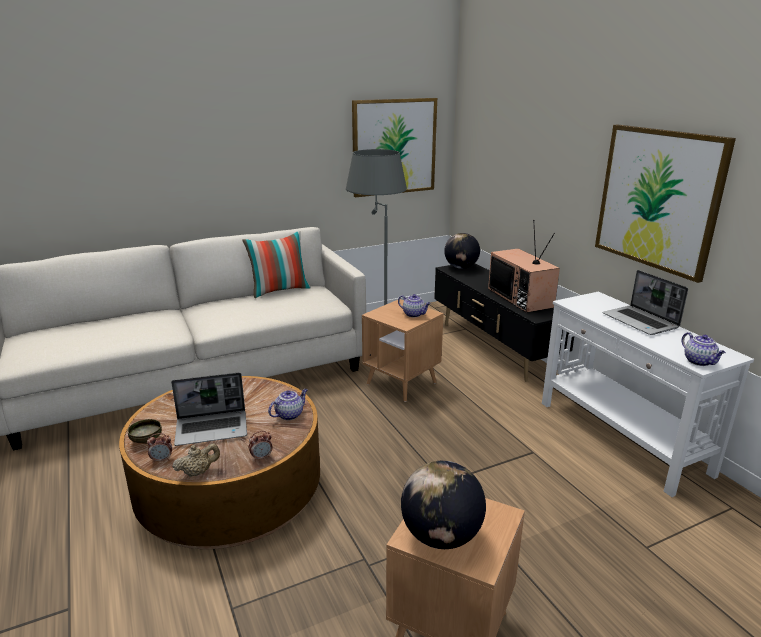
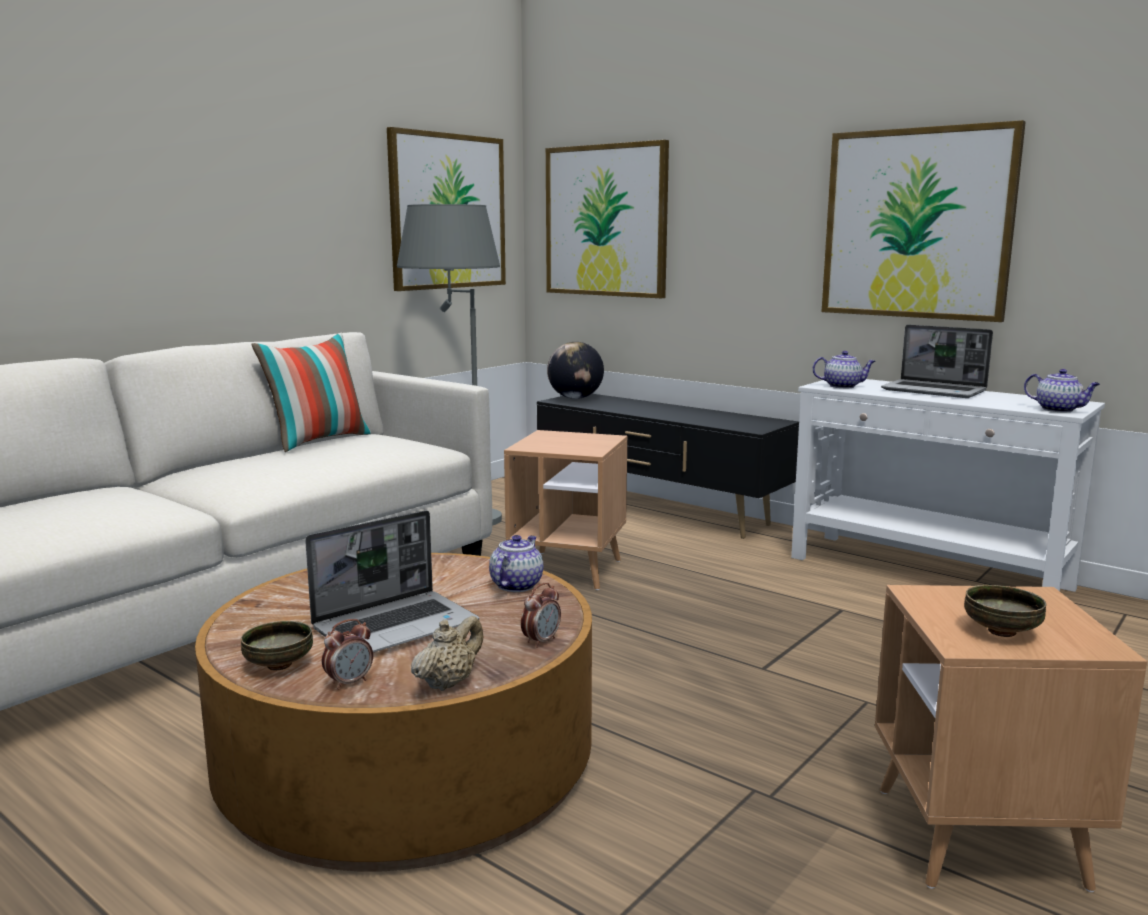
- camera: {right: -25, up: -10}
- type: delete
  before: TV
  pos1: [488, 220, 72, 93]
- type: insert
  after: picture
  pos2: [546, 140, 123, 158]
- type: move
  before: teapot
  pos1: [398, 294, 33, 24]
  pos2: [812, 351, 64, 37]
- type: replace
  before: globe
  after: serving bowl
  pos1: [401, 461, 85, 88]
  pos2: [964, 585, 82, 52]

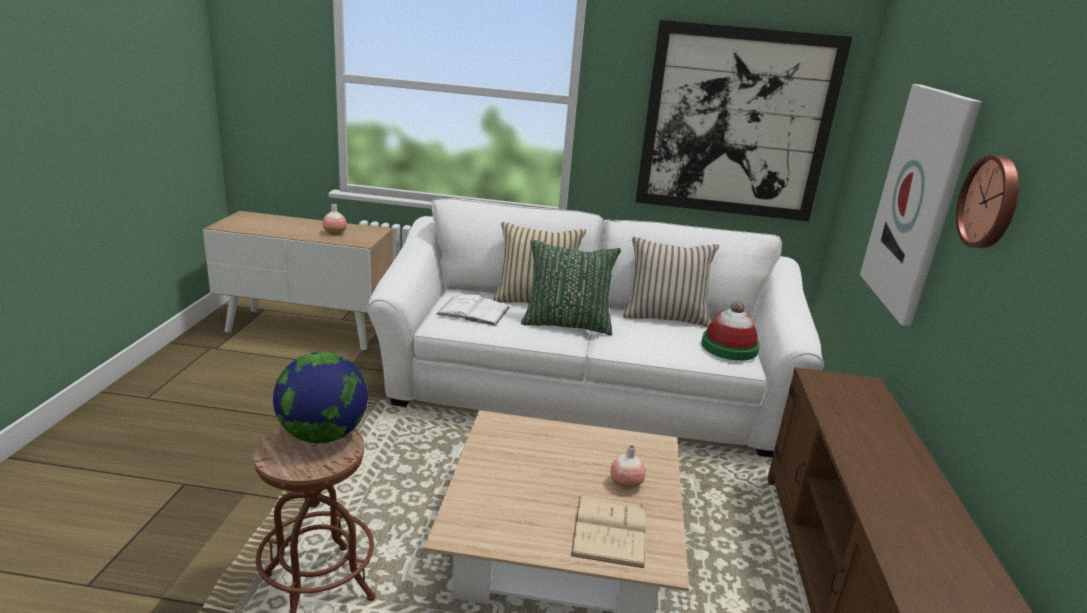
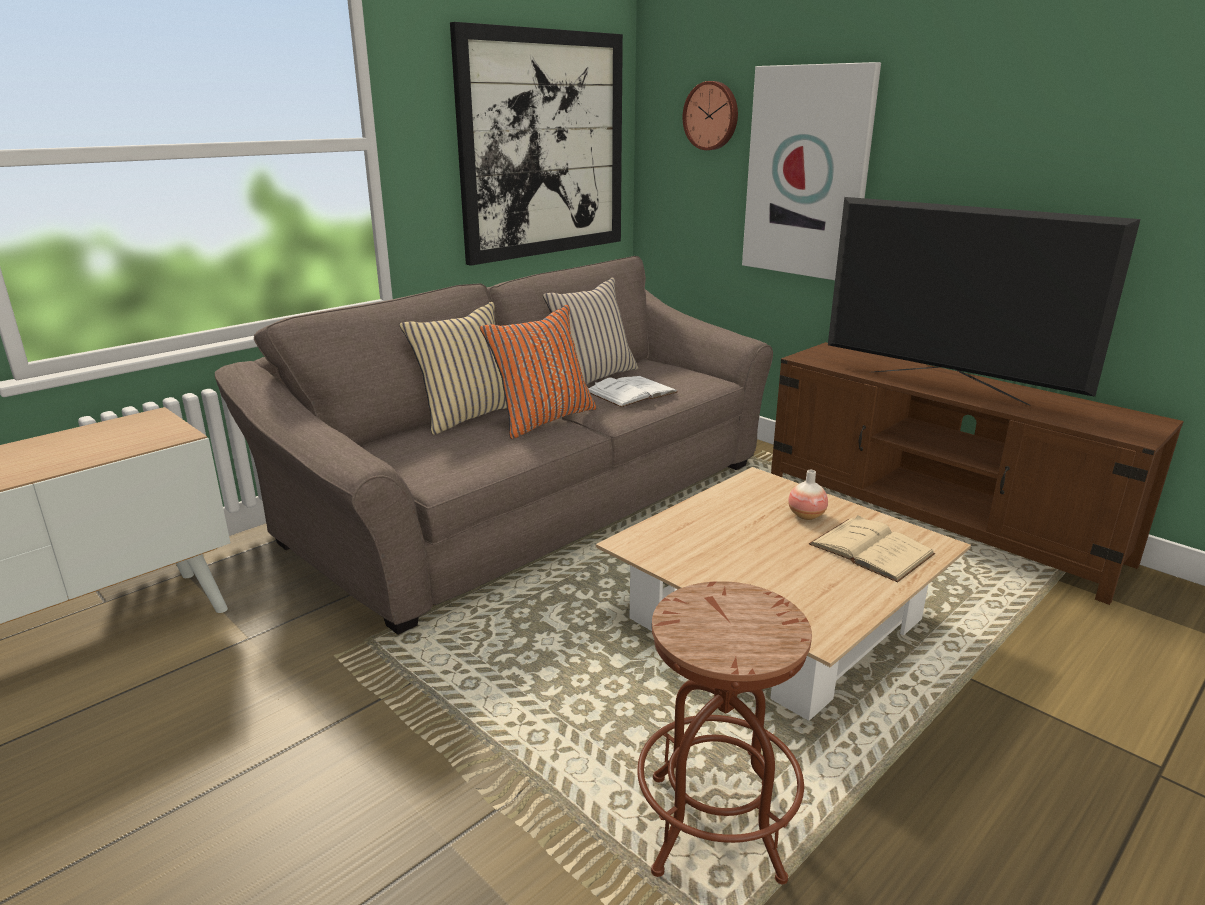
- camera: {right: -50, up: 0}
- type: delete
  before: globe
  pos1: [273, 352, 95, 91]
- type: delete
  before: flower vase
  pos1: [323, 204, 24, 31]
- type: delete
  before: clothing hat
  pos1: [701, 301, 59, 60]
- type: insert
  after: TV
  pos2: [828, 197, 313, 209]
- type: move
  before: white volume
  pos1: [436, 293, 74, 33]
  pos2: [588, 376, 90, 31]
- type: move
  before: wall clock
  pos1: [956, 155, 63, 93]
  pos2: [682, 81, 56, 69]
- type: recolor
  before: white sofa
  after: brown-coloured sofa
  pos1: [367, 198, 457, 259]
  pos2: [215, 256, 558, 379]
- type: recolor
  before: greenish throw pillow
  after: orange throw pillow
  pos1: [521, 240, 100, 95]
  pos2: [480, 305, 117, 134]

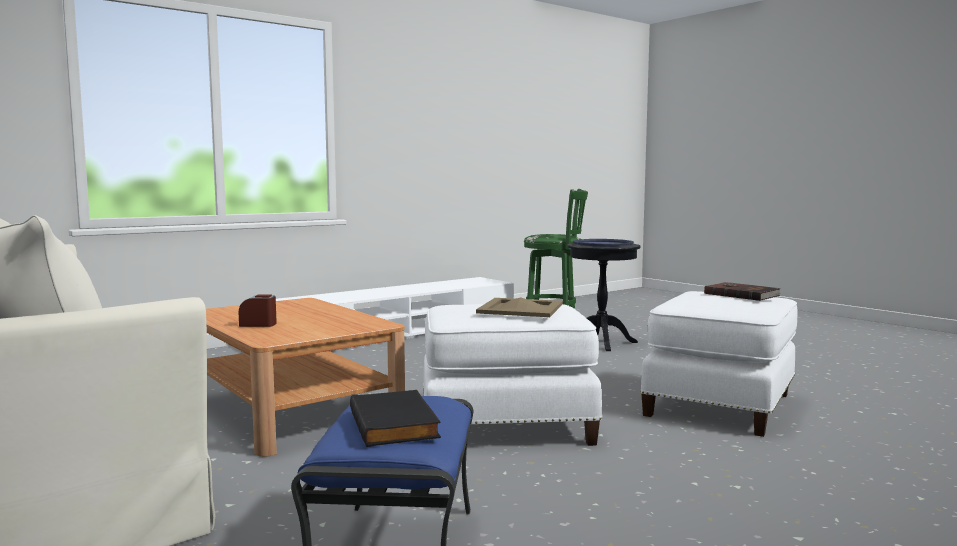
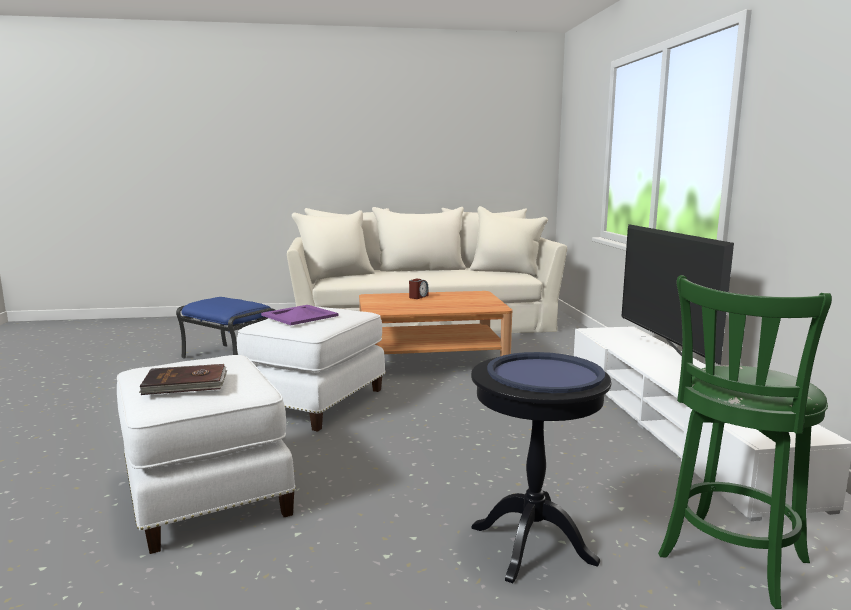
- camera: {right: 120, up: 5}
- type: delete
  before: blackish volume
  pos1: [350, 390, 91, 57]
- type: insert
  after: TV
  pos2: [622, 224, 112, 141]
- type: recolor
  before: sand-coloured tray
  after: purplish tray
  pos1: [476, 298, 87, 19]
  pos2: [261, 305, 77, 20]

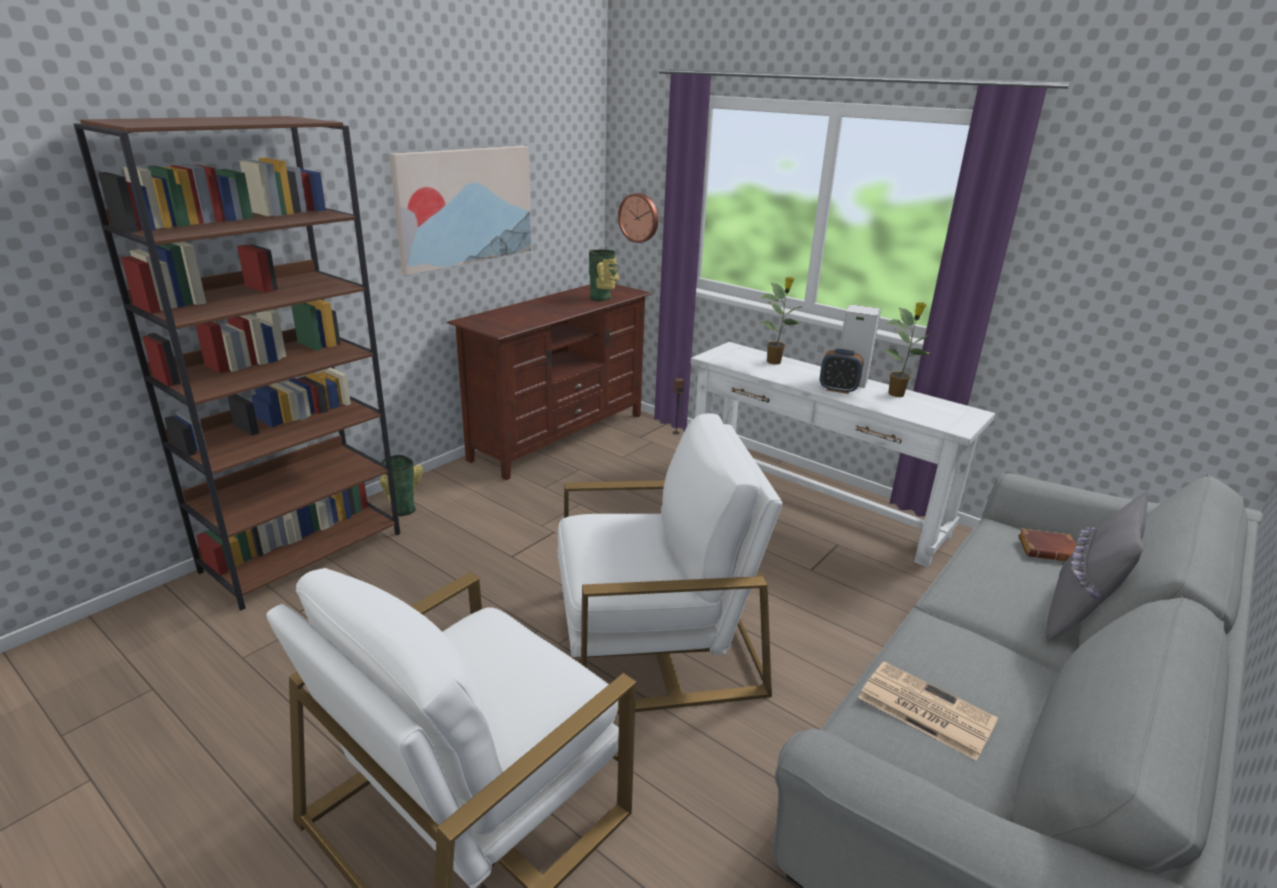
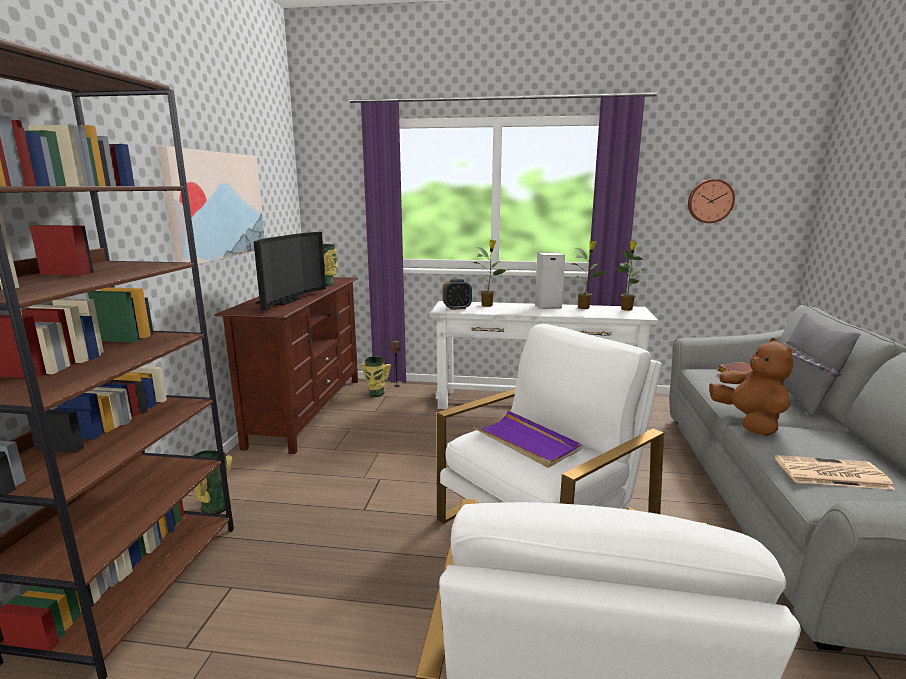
- camera: {right: -30, up: -10}
- type: insert
  after: TV
  pos2: [254, 232, 72, 79]
- type: insert
  after: flower vase
  pos2: [361, 357, 30, 40]
- type: insert
  after: purplish tray
  pos2: [472, 411, 110, 57]
- type: insert
  after: potted plant
  pos2: [616, 241, 29, 70]
- type: insert
  after: brown-coloured soft toy
  pos2: [709, 338, 84, 98]
- type: move
  before: wall clock
  pos1: [618, 193, 40, 50]
  pos2: [688, 179, 47, 44]
- type: move
  before: bedside clock
  pos1: [820, 349, 44, 45]
  pos2: [442, 279, 30, 31]

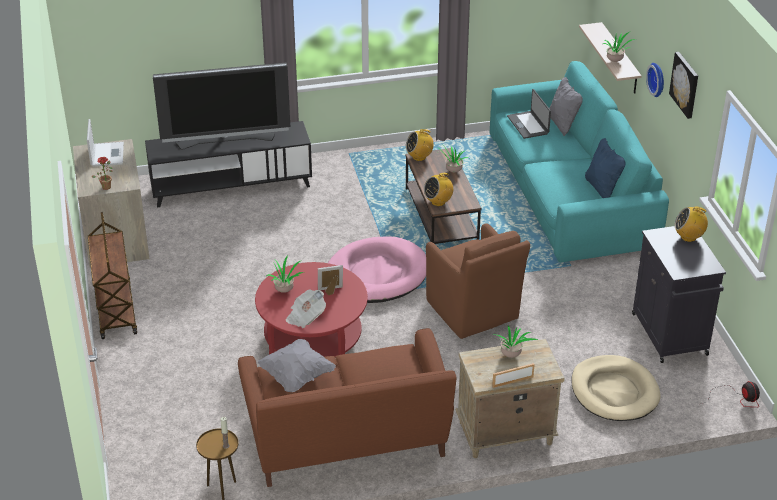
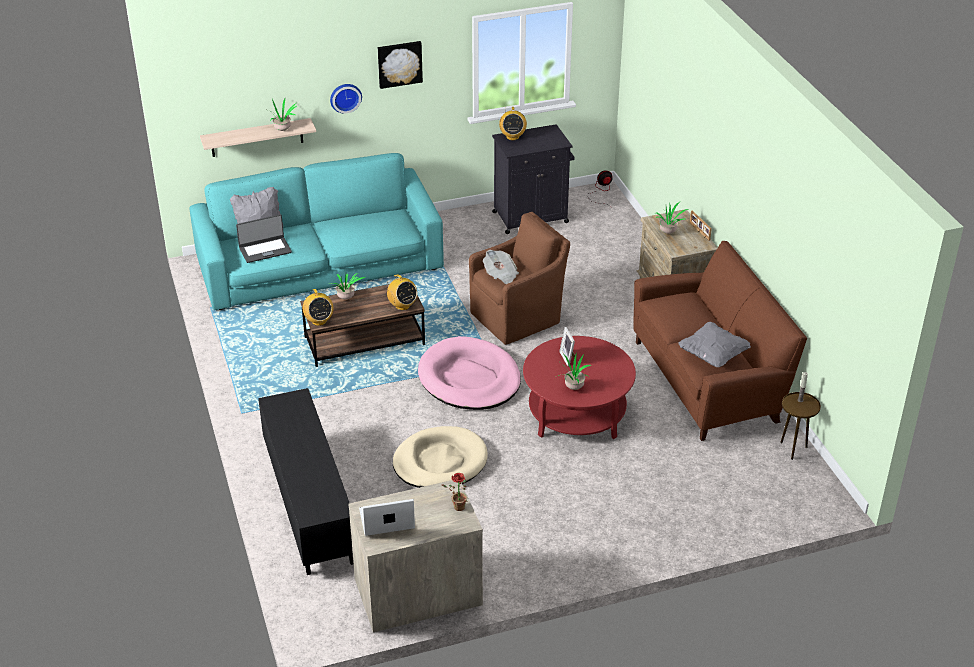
- camera: {right: -95, up: 0}
- type: delete
  before: brown-coloured cart
  pos1: [88, 212, 49, 127]
- type: delete
  before: TV
  pos1: [153, 63, 137, 87]
- type: delete
  before: blue-coloured throw pillow
  pos1: [585, 138, 41, 60]
- type: move
  before: newspaper
  pos1: [286, 289, 40, 39]
  pos2: [483, 250, 36, 34]
- type: move
  before: sand-coloured pet bed
  pos1: [571, 355, 89, 66]
  pos2: [393, 426, 95, 62]

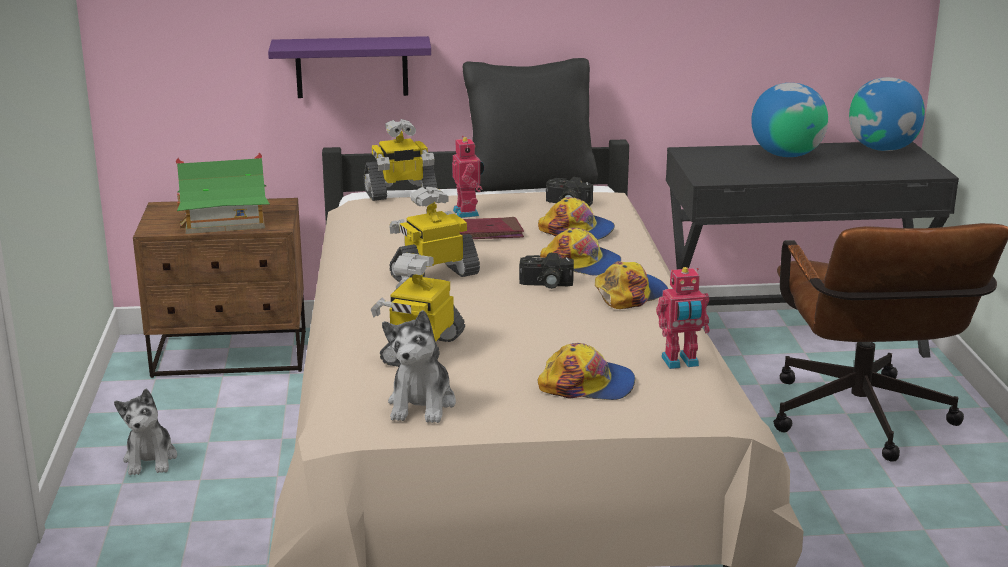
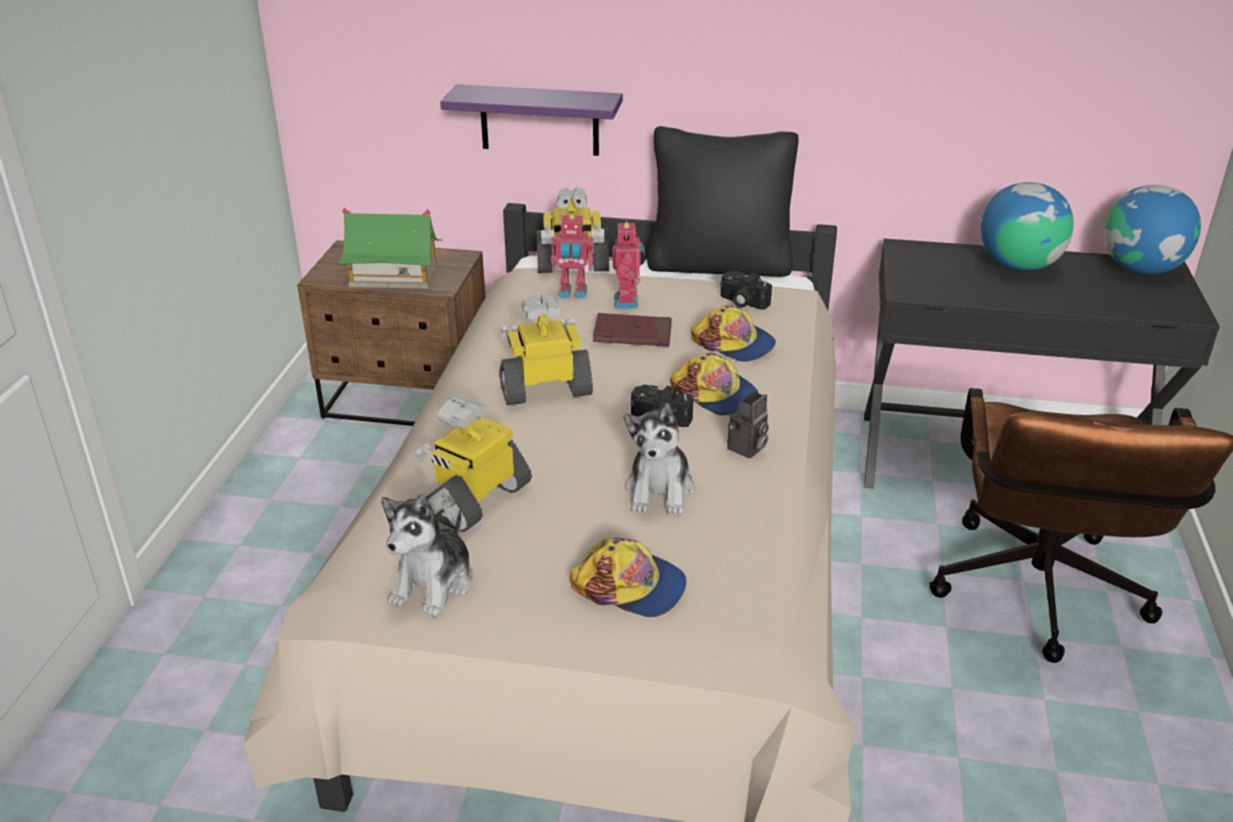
- camera: {right: 15, up: 10}
- type: move
  before: soft toy
  pos1: [114, 389, 63, 86]
  pos2: [624, 403, 71, 112]
- type: move
  before: toy robot
  pos1: [656, 267, 54, 102]
  pos2: [551, 214, 43, 85]
- type: replace
  before: peaked cap
  after: still camera
  pos1: [595, 261, 73, 48]
  pos2: [727, 391, 42, 67]

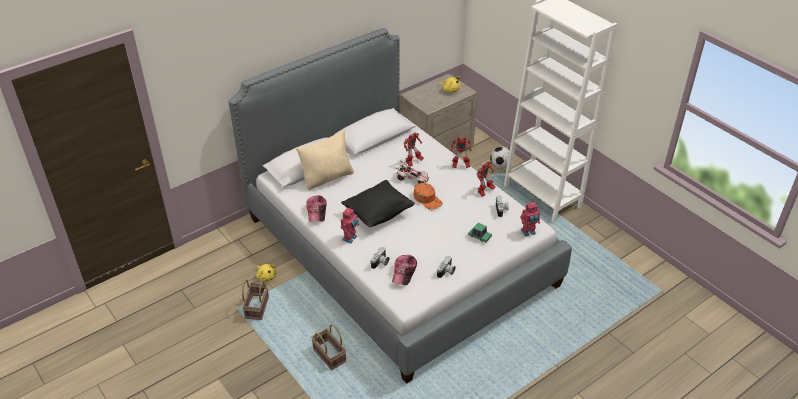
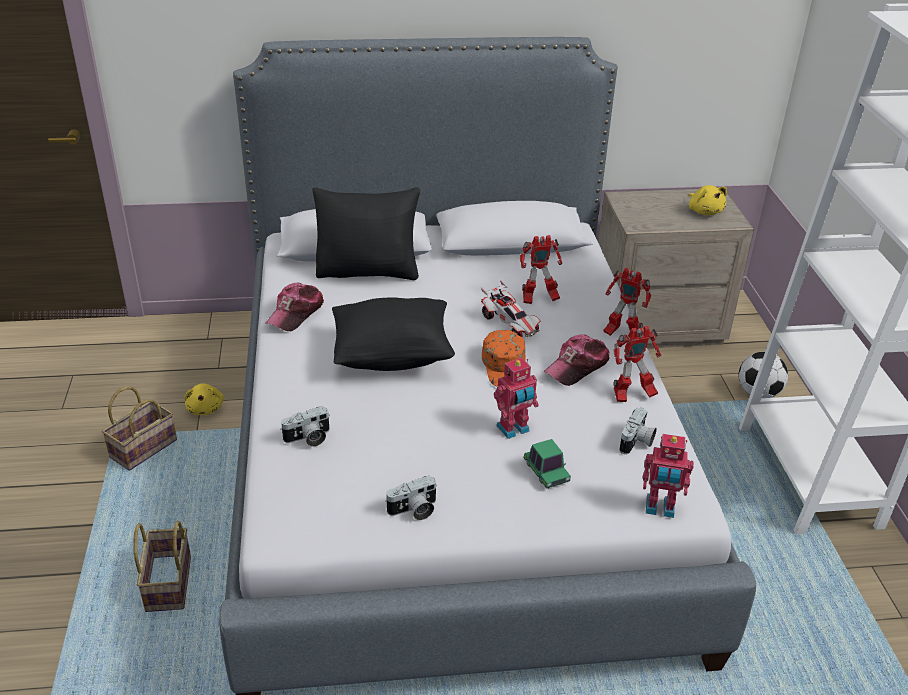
- camera: {right: 30, up: -5}
- type: move
  before: toy robot
  pos1: [341, 208, 18, 36]
  pos2: [494, 358, 45, 81]
- type: move
  before: peaked cap
  pos1: [392, 255, 25, 30]
  pos2: [543, 334, 67, 52]
- type: recolor
  before: sand-coloured throw pillow
  after: blackish throw pillow
  pos1: [296, 129, 58, 61]
  pos2: [312, 187, 108, 93]

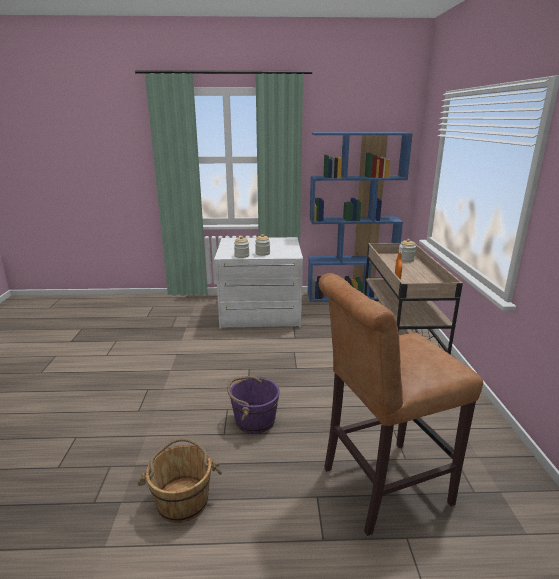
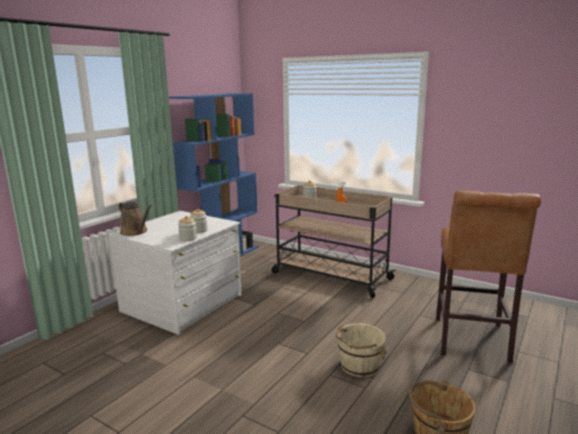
- camera: {right: -55, up: -5}
- type: insert
  after: brown-coloured sprinkling can
  pos2: [119, 202, 33, 34]
- type: recolor
  before: purplish bucket
  after: sand-coloured bucket
  pos1: [227, 376, 53, 58]
  pos2: [336, 324, 51, 53]

